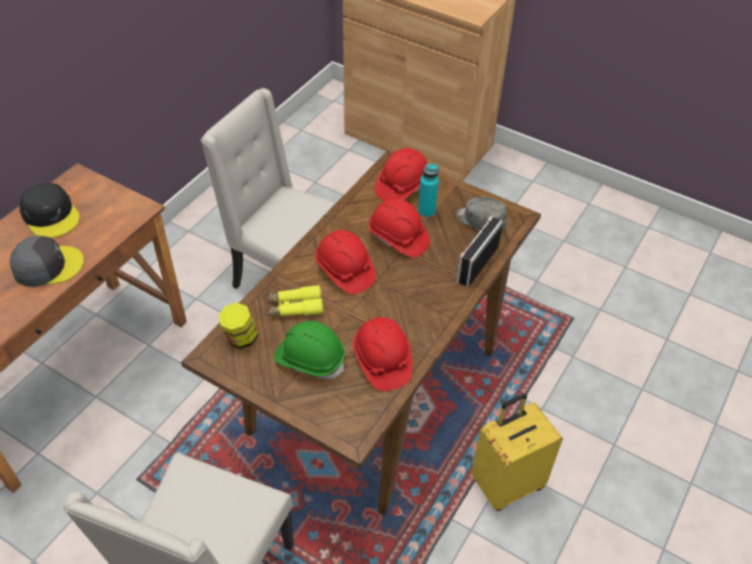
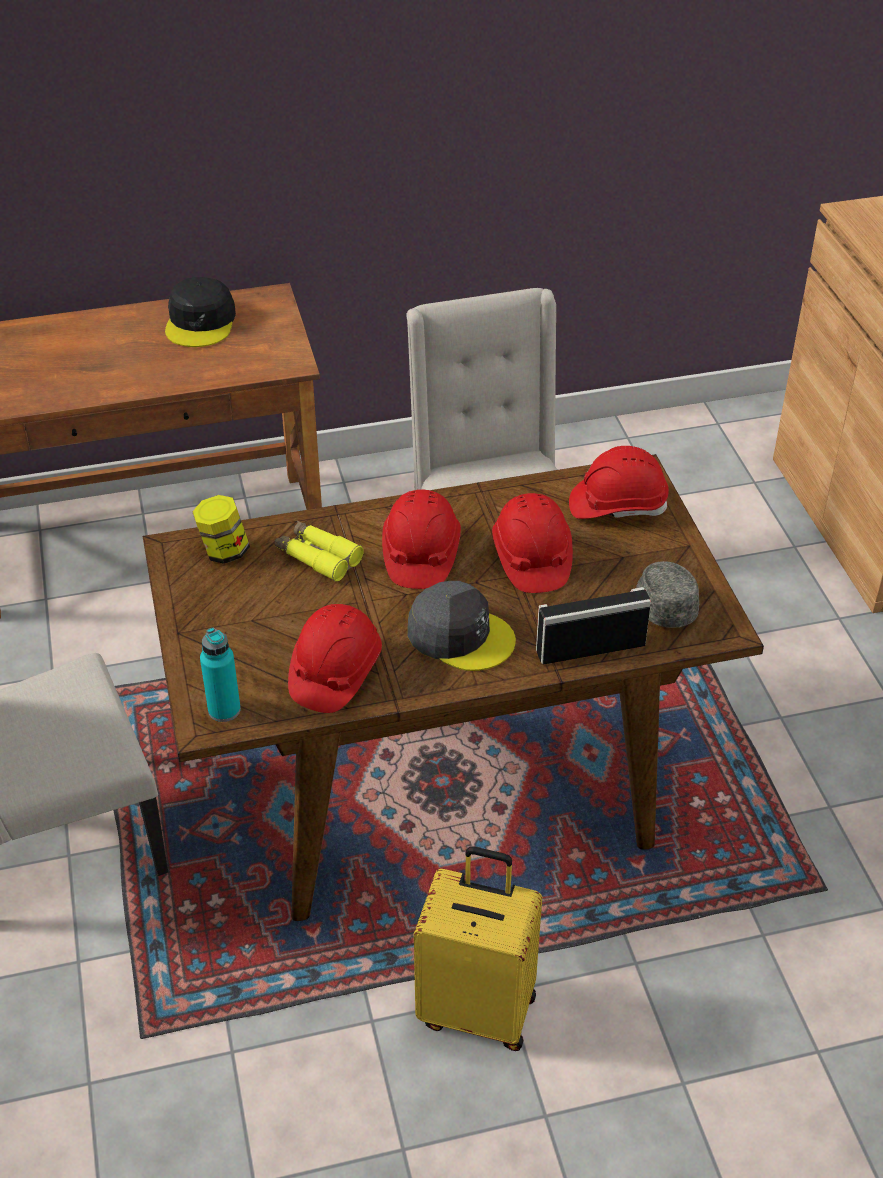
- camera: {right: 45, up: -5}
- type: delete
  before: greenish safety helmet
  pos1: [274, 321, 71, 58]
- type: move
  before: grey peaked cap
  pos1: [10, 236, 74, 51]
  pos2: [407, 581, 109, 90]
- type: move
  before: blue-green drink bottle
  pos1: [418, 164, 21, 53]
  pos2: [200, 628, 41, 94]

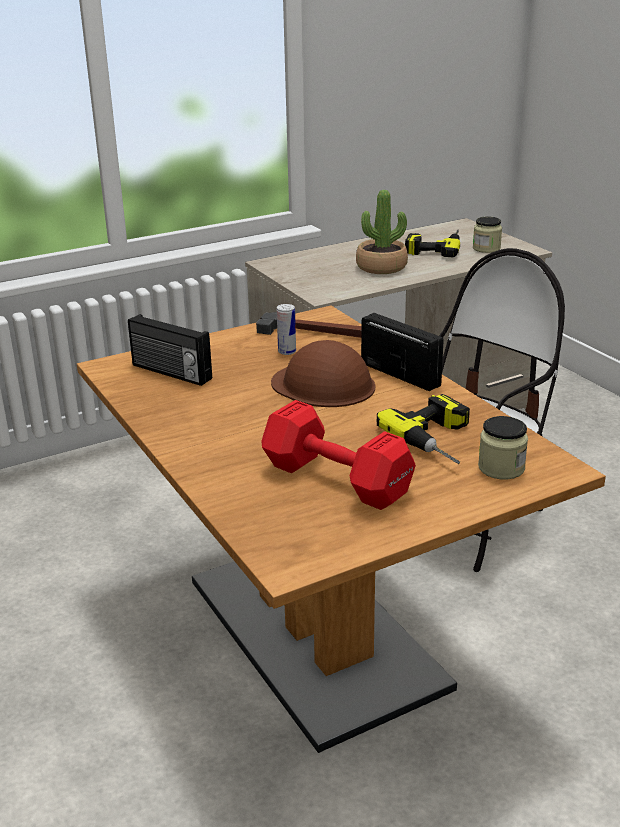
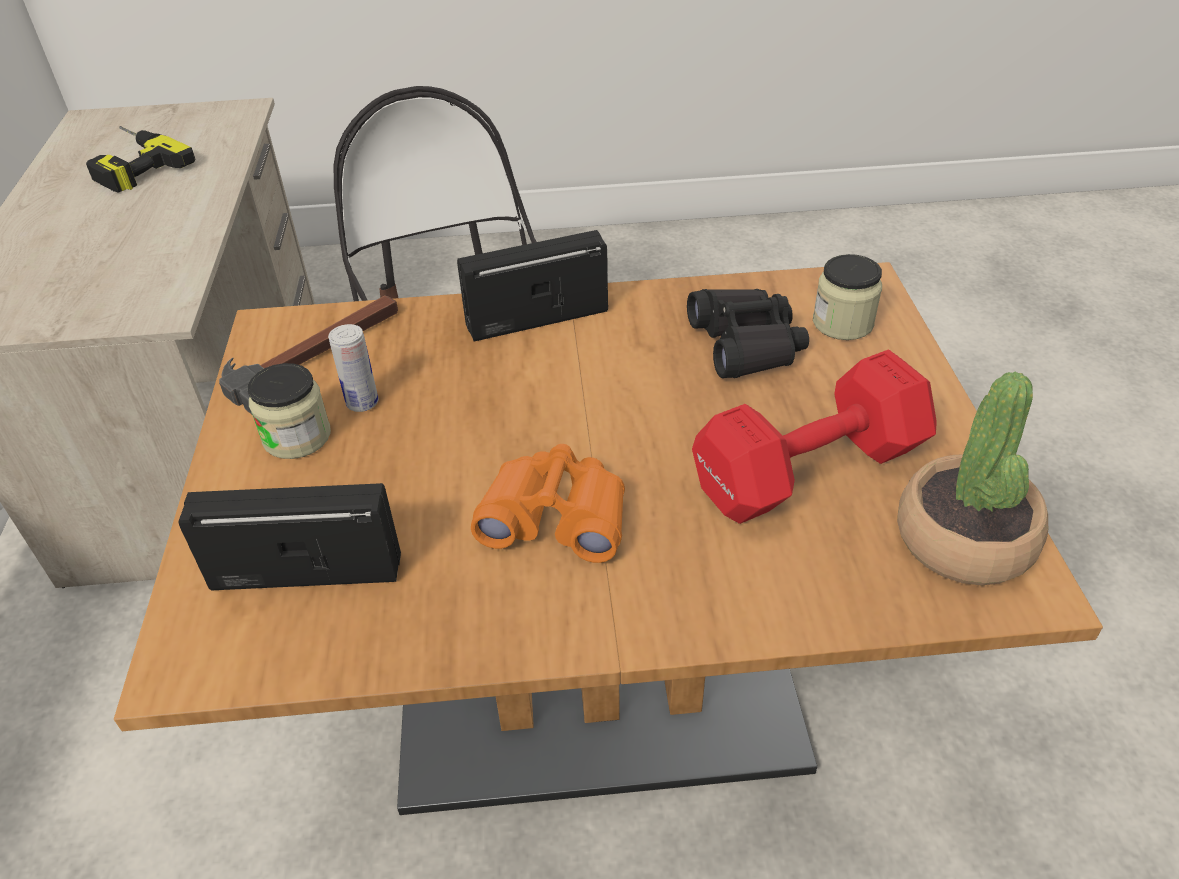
- camera: {right: -65, up: 15}
- type: delete
  before: brown-coloured safety helmet
  pos1: [271, 340, 105, 67]
- type: insert
  after: orange pair of binoculars
  pos2: [471, 444, 154, 119]
- type: move
  before: potted plant
  pos1: [356, 190, 52, 84]
  pos2: [897, 372, 151, 214]
- type: move
  before: storage jar
  pos1: [473, 216, 29, 37]
  pos2: [248, 363, 83, 96]
- type: replace
  before: power drill
  after: blackish pair of binoculars
  pos1: [377, 394, 93, 70]
  pos2: [687, 289, 122, 89]
- type: rotate
  before: radio set
  pos1: [128, 314, 84, 72]
  pos2: [179, 483, 222, 107]
  turn: -150

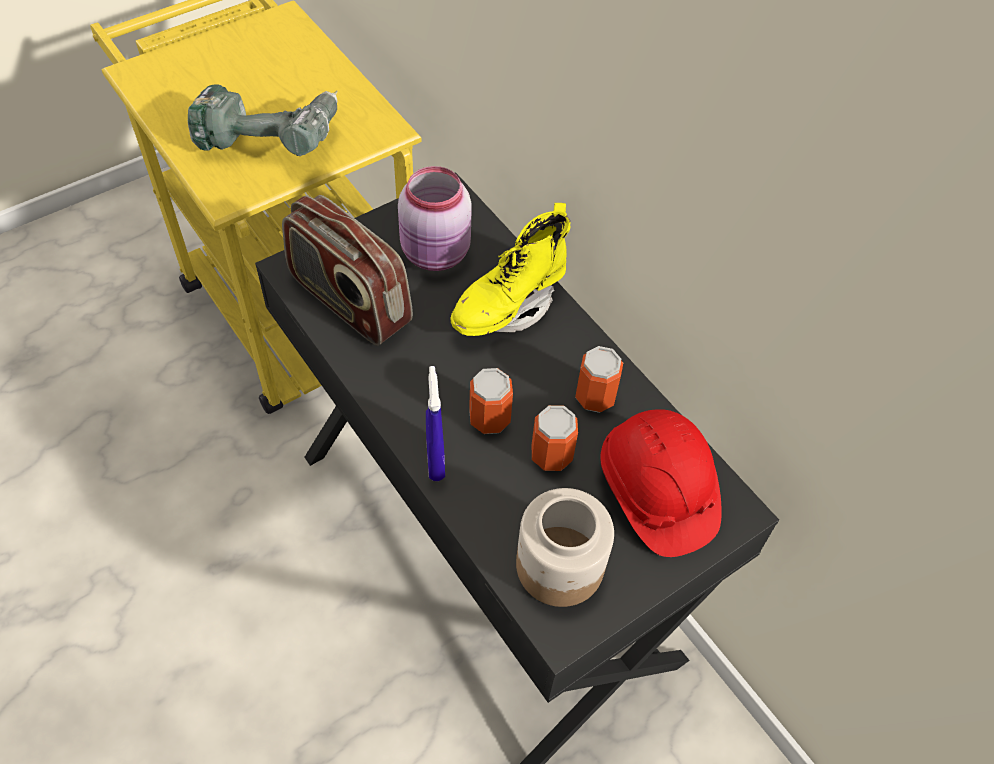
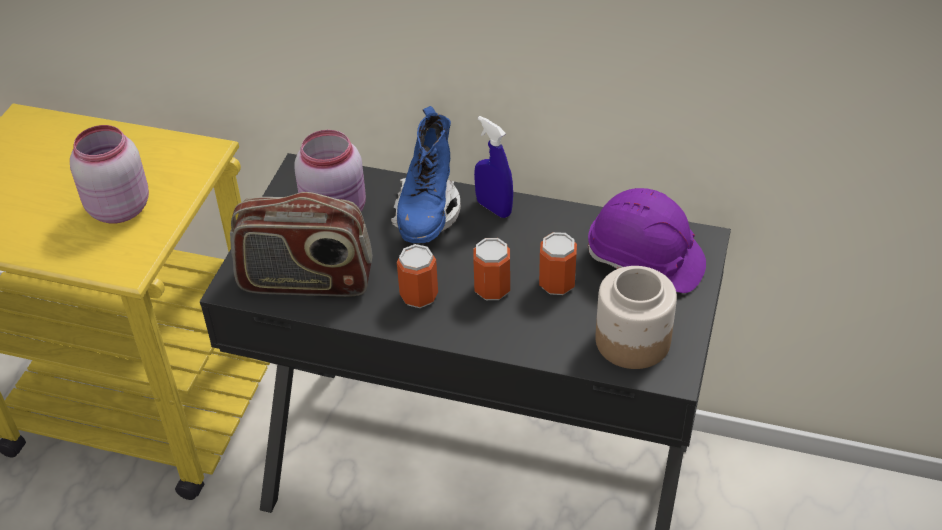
- camera: {right: -35, up: -10}
- type: move
  before: blue-coloured sprayer
  pos1: [426, 366, 19, 115]
  pos2: [474, 116, 39, 102]
- type: move
  before: sealed can
  pos1: [575, 346, 48, 67]
  pos2: [397, 244, 41, 64]
- type: replace
  before: power drill
  after: pink-coloured storage jar
  pos1: [188, 84, 150, 72]
  pos2: [70, 125, 79, 98]
- type: recolor
  before: yellow tall boot
  after: blue-coloured tall boot
  pos1: [450, 203, 120, 133]
  pos2: [391, 106, 70, 137]
- type: recolor
  before: red-coloured safety helmet
  after: purplish safety helmet
  pos1: [600, 409, 122, 148]
  pos2: [587, 188, 119, 105]

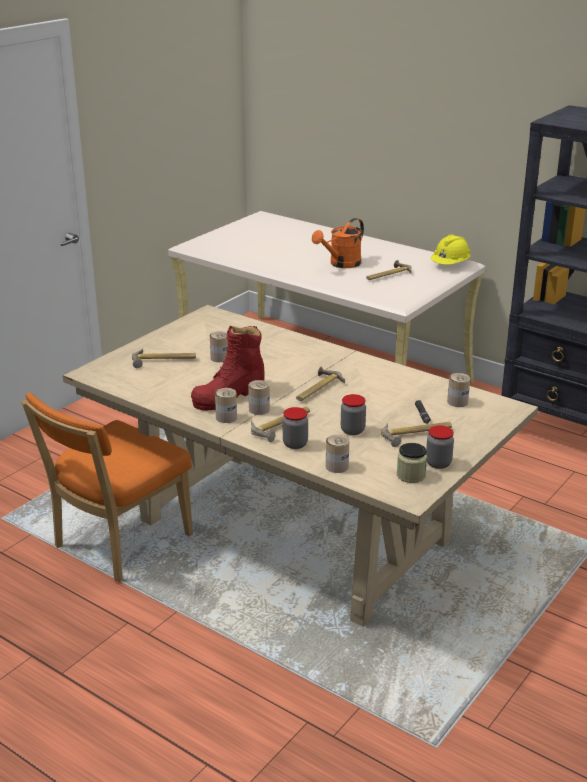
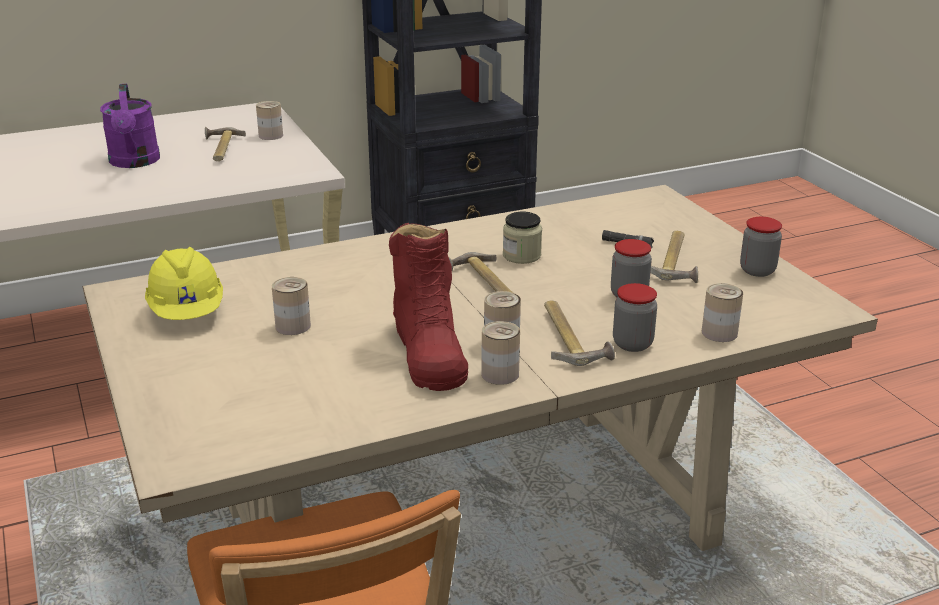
- camera: {right: -60, up: 0}
- type: delete
  before: hand hammer
  pos1: [132, 348, 64, 20]
- type: move
  before: storage jar
  pos1: [397, 443, 30, 40]
  pos2: [503, 212, 39, 52]
- type: move
  before: yellow safety helmet
  pos1: [431, 235, 40, 30]
  pos2: [145, 247, 78, 73]
- type: move
  before: sealed can
  pos1: [447, 373, 23, 34]
  pos2: [256, 101, 27, 39]
- type: recolor
  before: orange sprinkling can
  after: purplish sprinkling can
  pos1: [312, 218, 52, 50]
  pos2: [100, 84, 60, 84]

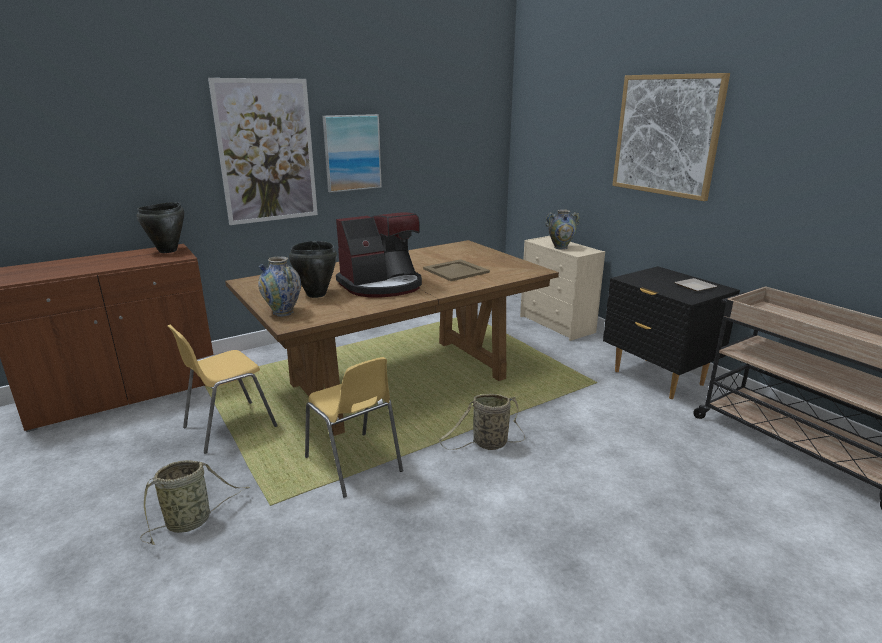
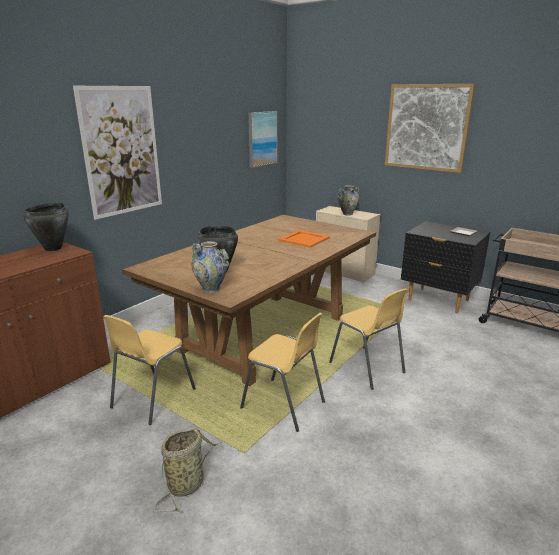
- camera: {right: -20, up: 0}
- type: delete
  before: coffee brewer
  pos1: [336, 212, 86, 85]
- type: move
  before: picture
  pos1: [322, 114, 60, 79]
  pos2: [248, 111, 29, 57]
- type: replace
  before: household basket
  after: yellow chair
  pos1: [439, 394, 86, 56]
  pos2: [329, 288, 79, 102]
- type: recolor
  before: sand-coloured tray
  after: orange tray
  pos1: [423, 259, 67, 22]
  pos2: [278, 230, 52, 18]

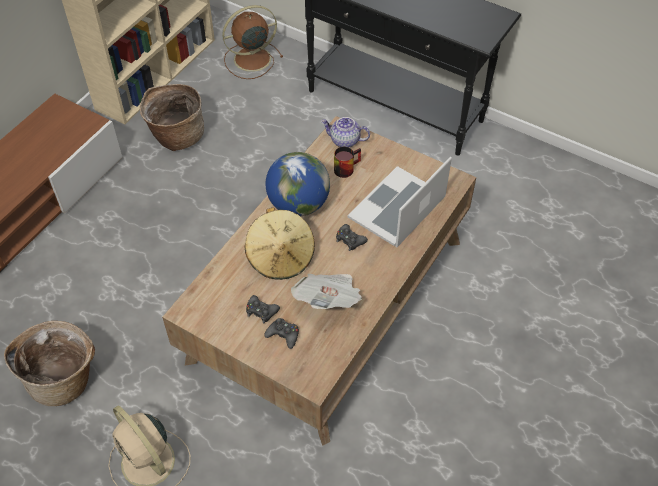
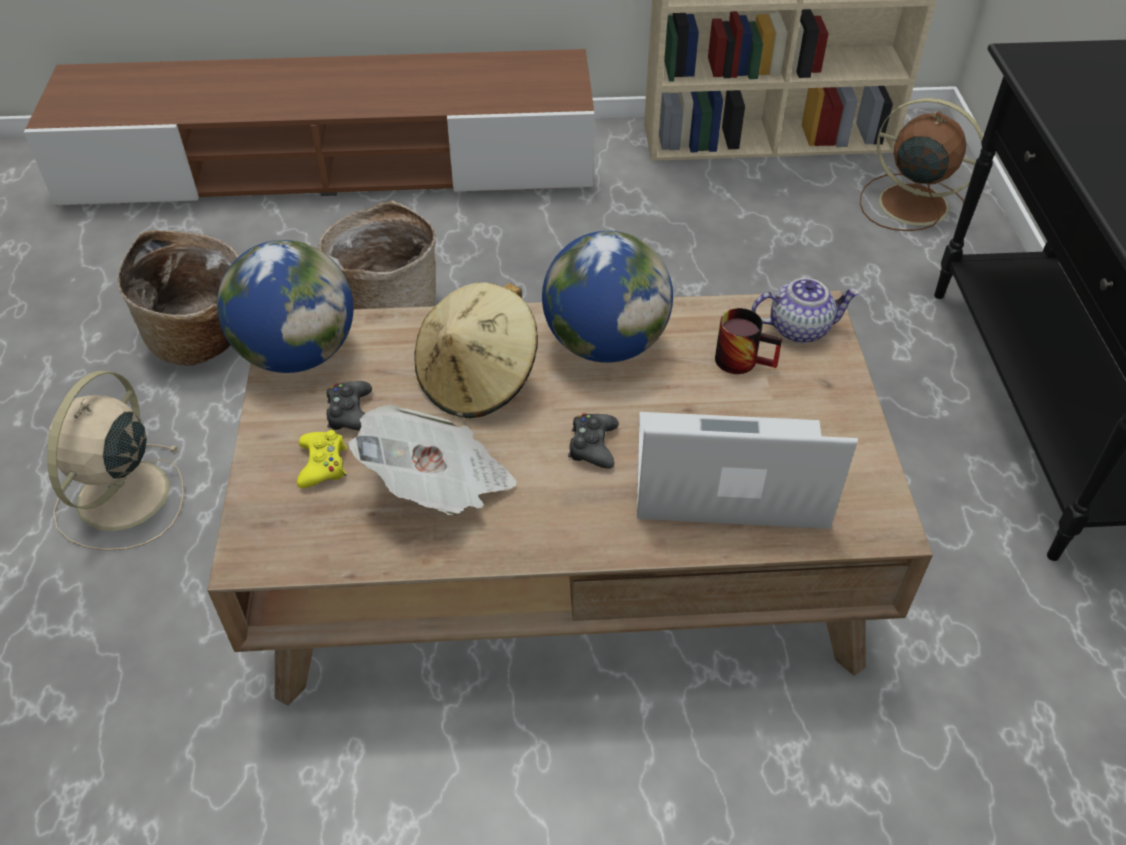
- camera: {right: 55, up: -5}
- type: insert
  after: globe
  pos2: [217, 240, 136, 133]
- type: move
  before: household basket
  pos1: [140, 84, 64, 67]
  pos2: [319, 201, 117, 108]
- type: recolor
  before: blackish gamepad
  after: yellow gamepad
  pos1: [264, 318, 35, 31]
  pos2: [297, 430, 50, 58]
- type: rotate
  before: teapot
  pos1: [321, 117, 49, 30]
  pos2: [751, 278, 109, 65]
  turn: 105

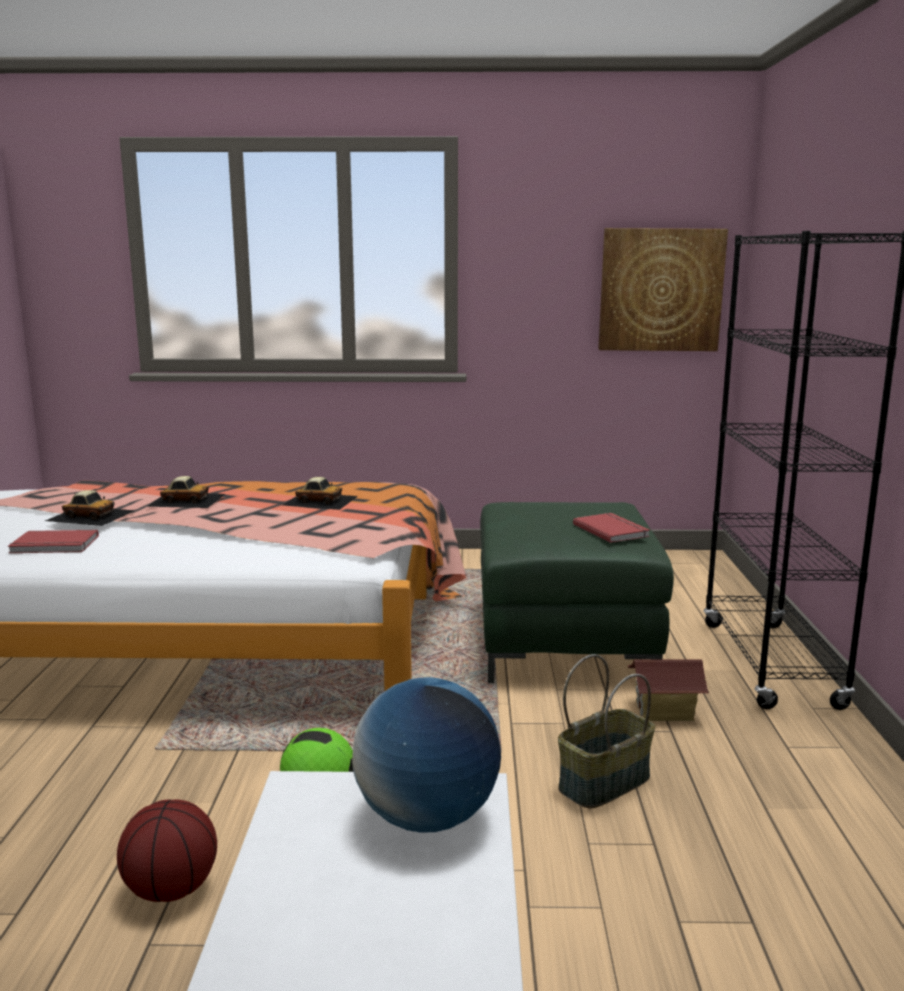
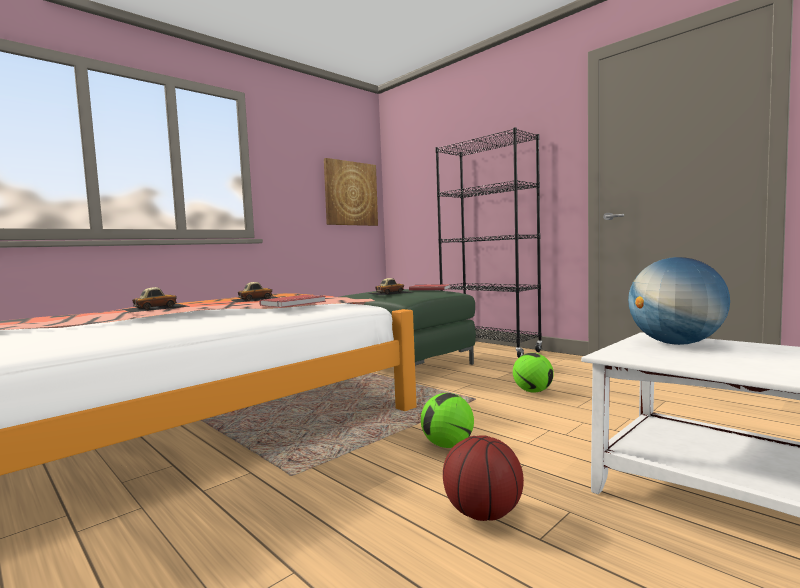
- camera: {right: -45, up: -10}
- type: delete
  before: toy house
  pos1: [627, 659, 82, 62]
- type: move
  before: red-coloured volume
  pos1: [8, 530, 91, 23]
  pos2: [259, 295, 67, 13]
- type: move
  before: miniature car
  pos1: [45, 490, 90, 36]
  pos2: [367, 278, 45, 17]
- type: replace
  before: household basket
  after: football
  pos1: [558, 654, 97, 154]
  pos2: [513, 353, 41, 40]

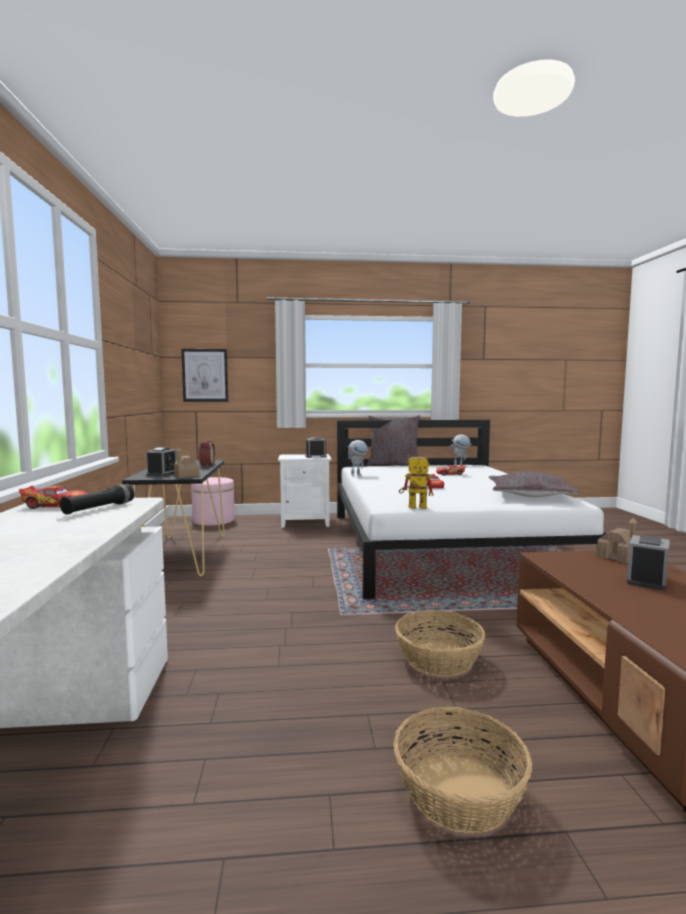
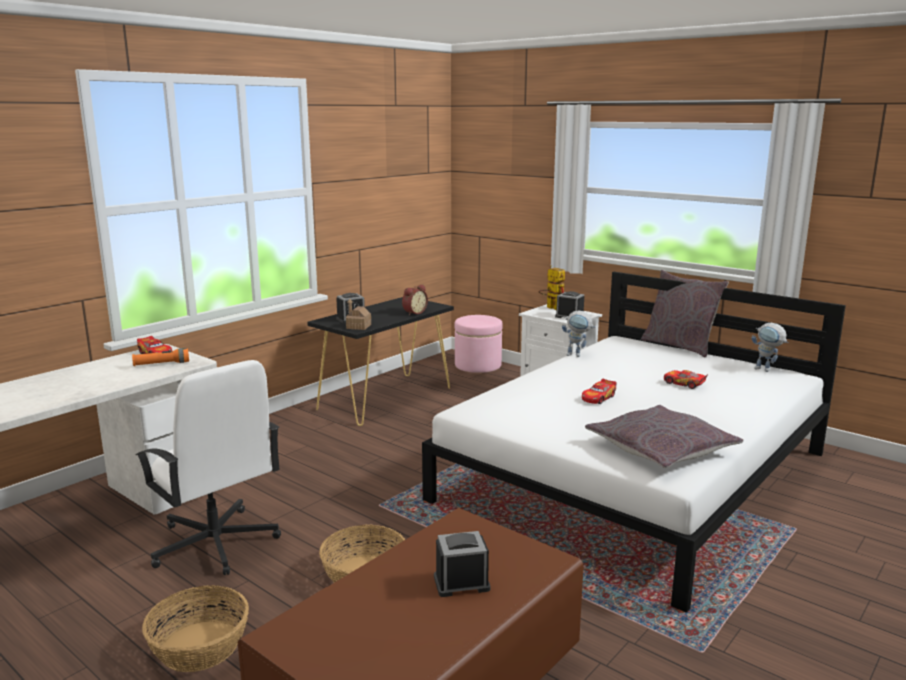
- camera: {right: 45, up: 10}
- type: delete
  before: picture
  pos1: [181, 349, 47, 53]
- type: delete
  before: toy house
  pos1: [597, 517, 40, 47]
- type: insert
  after: white desk chair
  pos2: [136, 360, 145, 215]
- type: move
  before: toy robot
  pos1: [399, 455, 34, 54]
  pos2: [538, 266, 27, 44]
- type: recolor
  before: blackish flashlight
  after: orange flashlight
  pos1: [60, 484, 74, 31]
  pos2: [132, 348, 57, 18]

